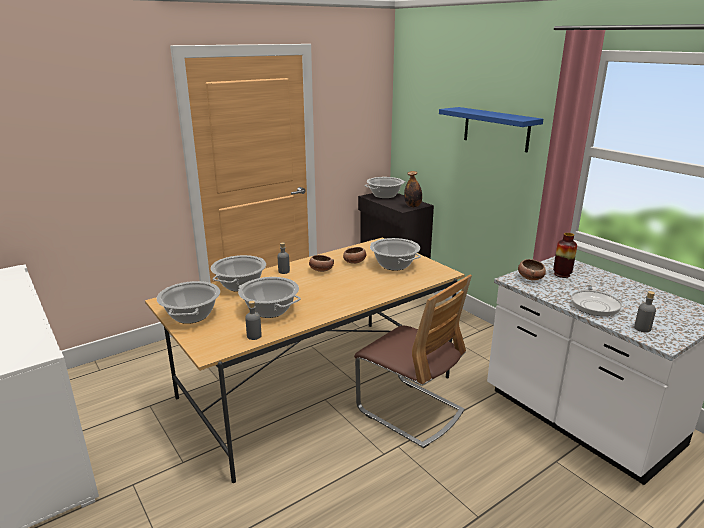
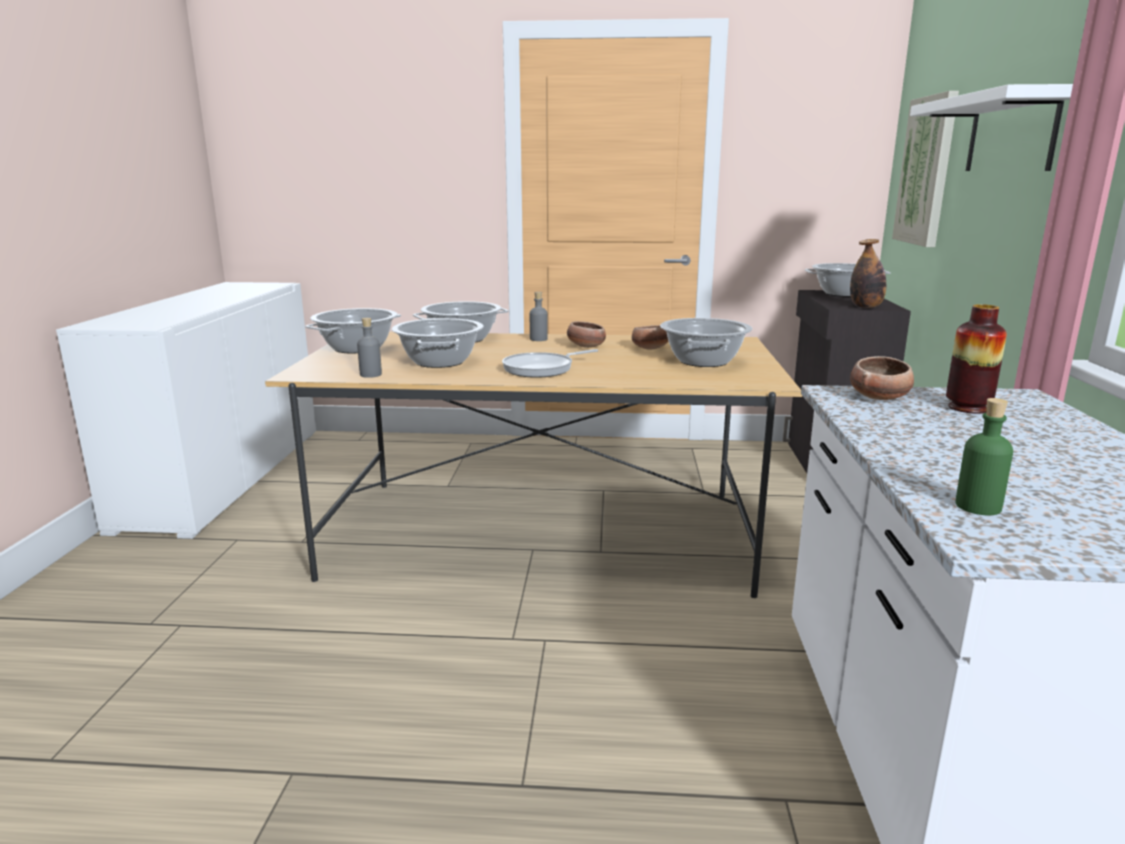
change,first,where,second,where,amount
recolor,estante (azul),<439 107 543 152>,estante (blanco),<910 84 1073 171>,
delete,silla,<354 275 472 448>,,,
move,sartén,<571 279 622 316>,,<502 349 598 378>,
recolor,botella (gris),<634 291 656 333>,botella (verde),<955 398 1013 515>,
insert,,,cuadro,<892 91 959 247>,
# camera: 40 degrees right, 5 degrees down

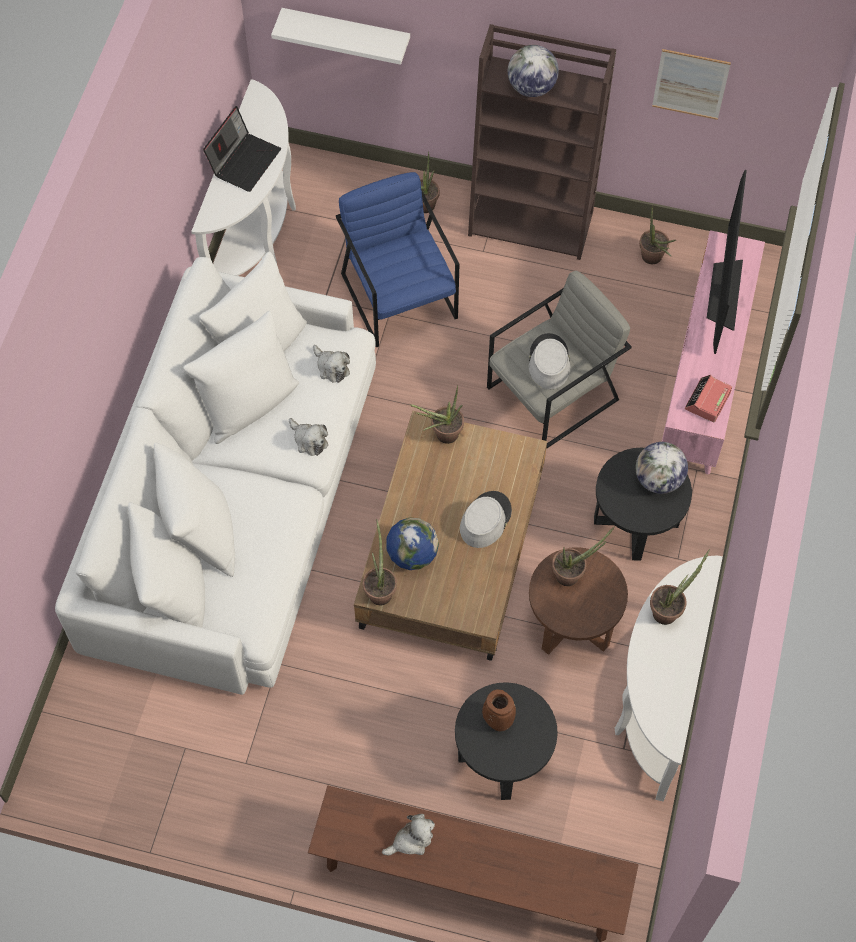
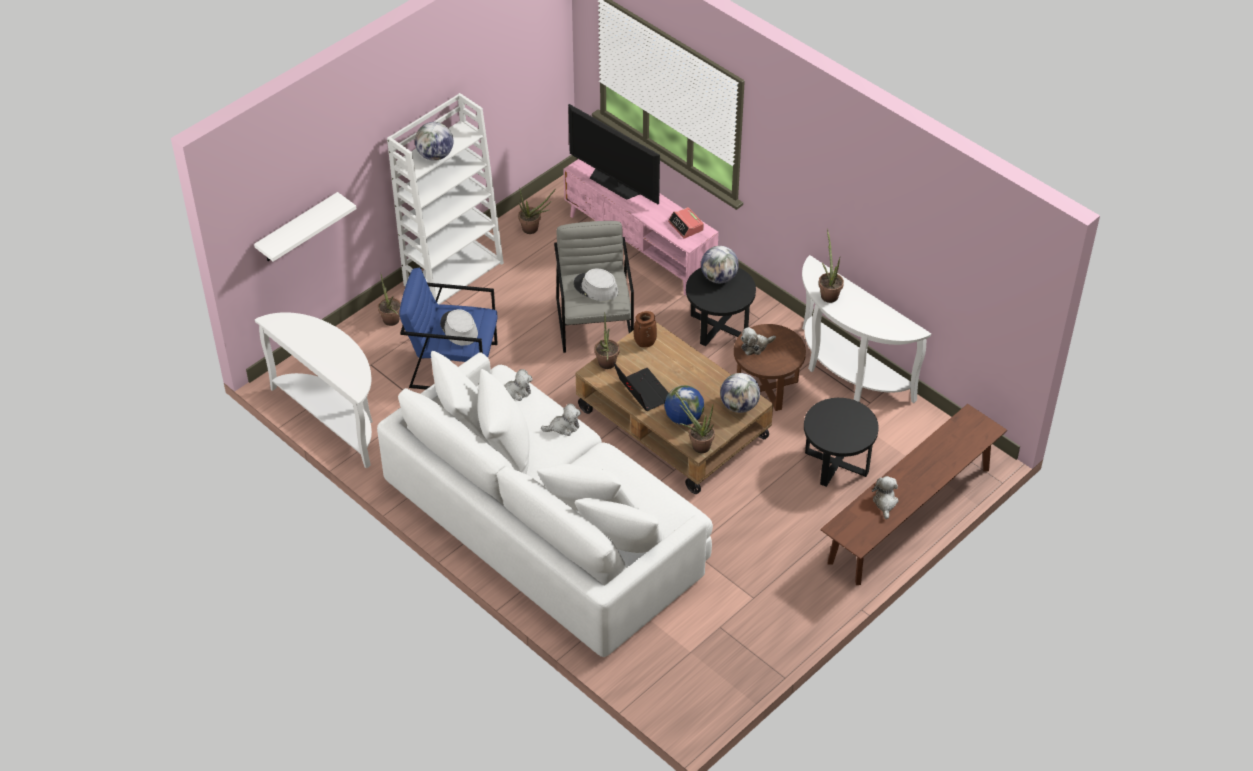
change,first,where,second,where,amount
recolor,estantería (marrón),<468 24 616 260>,estantería (blanco),<387 93 504 304>,
delete,cuadro,<652 49 731 120>,,,
move,portátil,<203 106 281 192>,,<613 362 669 411>,
move,sombrero (gris),<460 491 512 548>,,<440 309 478 346>,
replace,planta en maceta,<552 526 615 586>,peluche,<741 327 776 355>,
move,florero (marrón),<482 689 516 731>,,<634 311 657 347>,
insert,,,globo terráqueo,<720 373 760 413>,
# camera: 60 degrees left, 15 degrees down

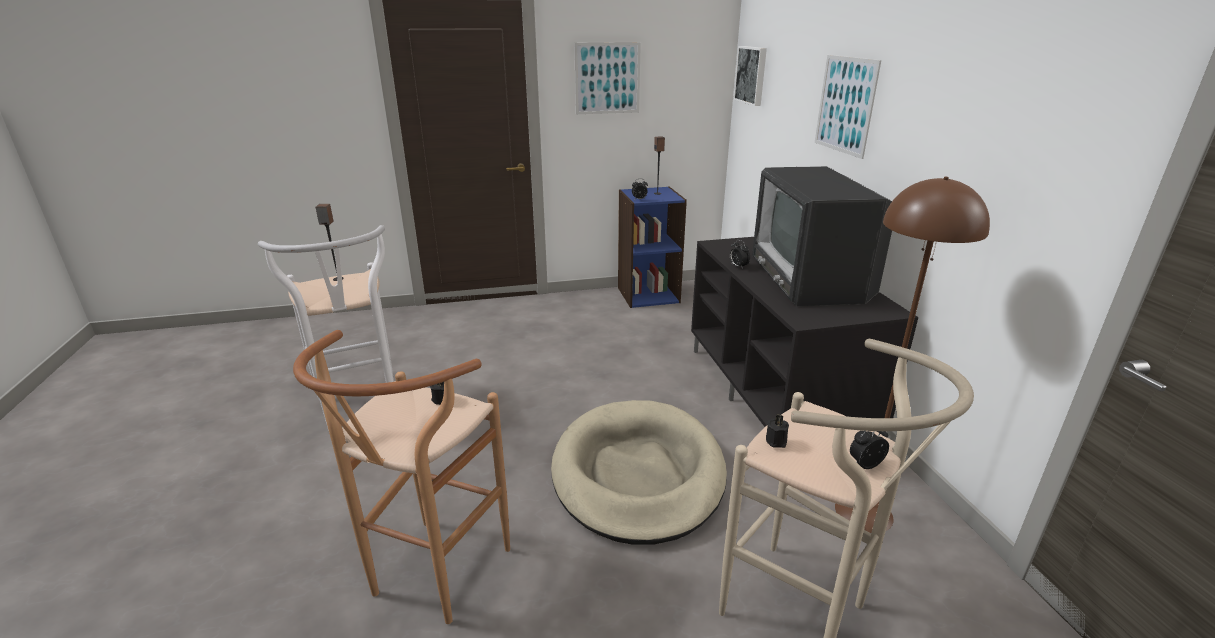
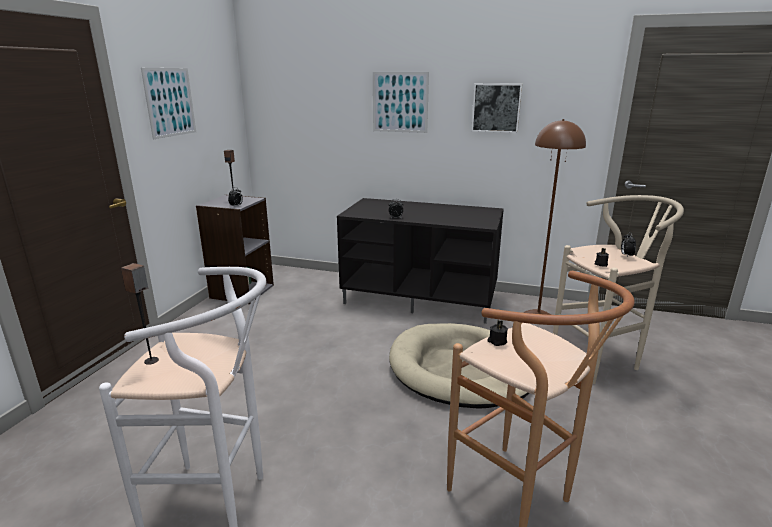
change,first,where,second,where,amount
move,cuadro,<734 46 767 106>,,<471 83 523 133>,
delete,televisor,<752 166 892 307>,,,
recolor,estantería (azul),<618 187 687 308>,estantería (gris),<196 195 274 304>,
# camera: 60 degrees left, 5 degrees down

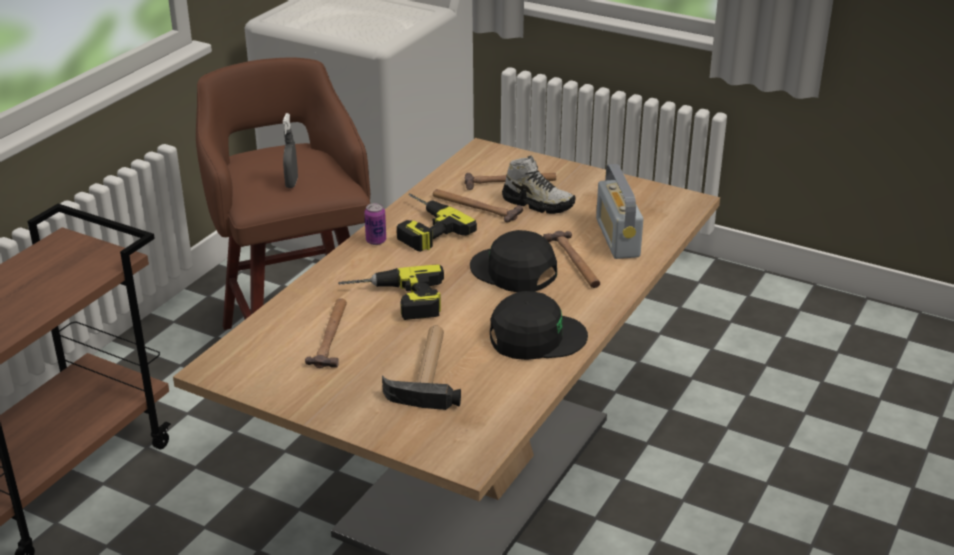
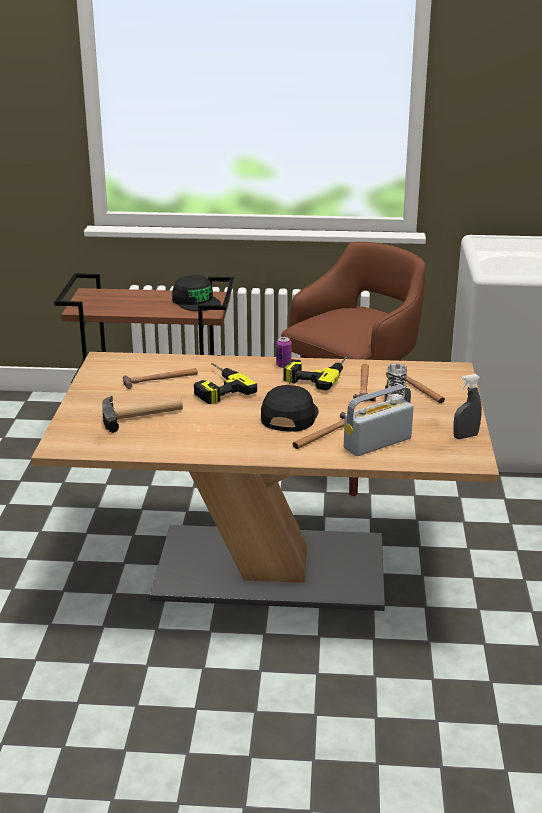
change,first,where,second,where,amount
move,pulverizador (gris),<283 113 298 188>,,<453 374 482 439>,
move,gorra (negro),<490 291 588 360>,,<172 275 221 311>,
# camera: 65 degrees right, 5 degrees down

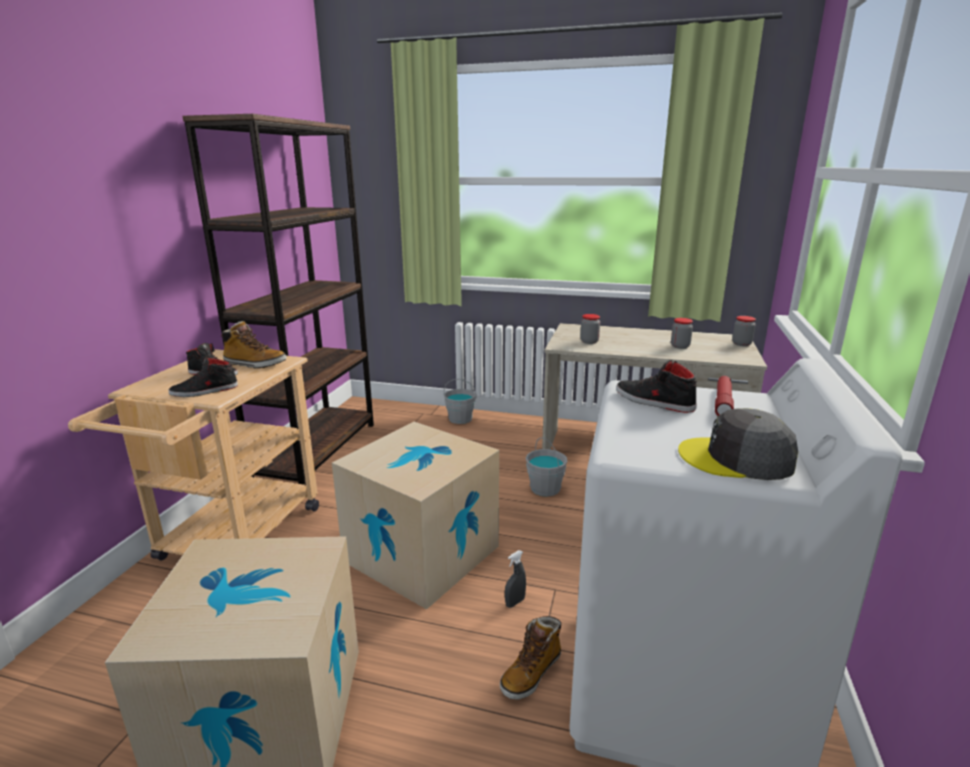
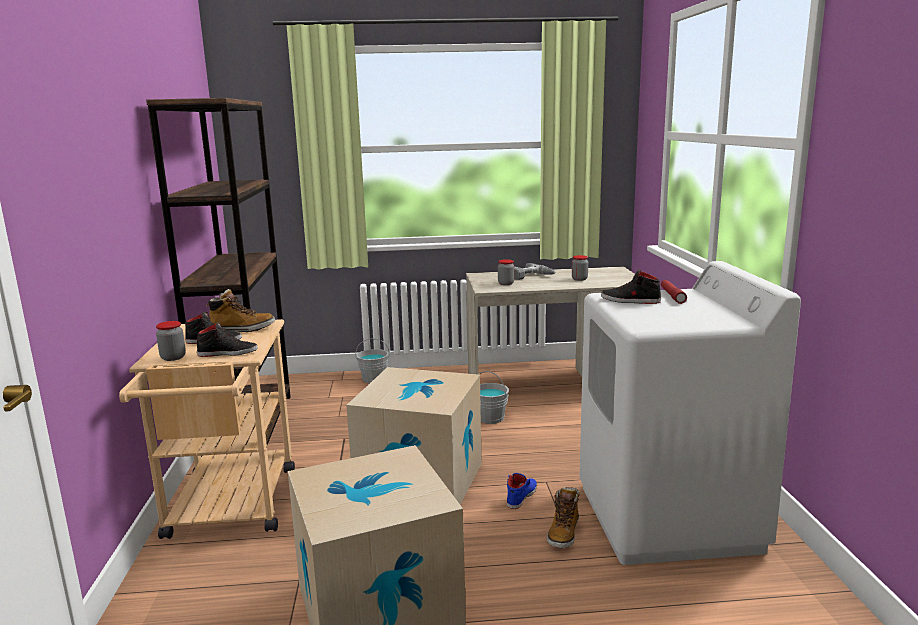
change,first,where,second,where,amount
move,tarro,<732 316 756 346>,,<156 321 186 361>,
rotate,zapato (negro),<169 357 238 397>,,<197 322 258 357>,135 degrees counterclockwise
delete,gorra (gris),<678 408 798 480>,,,
replace,pulverizador (gris),<505 550 526 608>,zapato (azul),<507 473 537 509>,
insert,,,taladro,<514 263 555 280>,
# camera: 20 degrees left, 5 degrees down

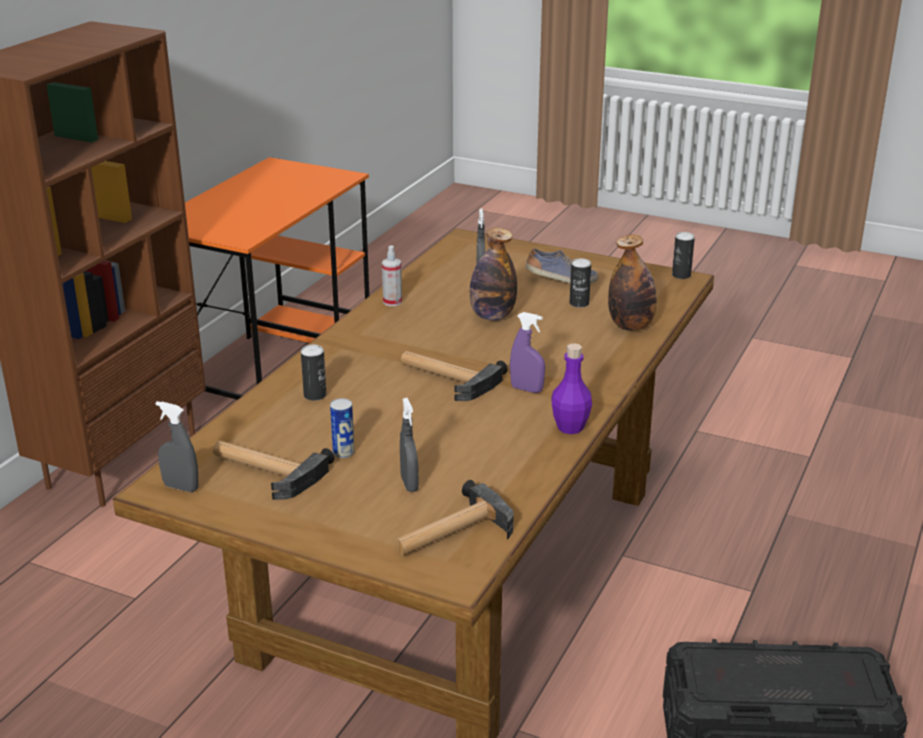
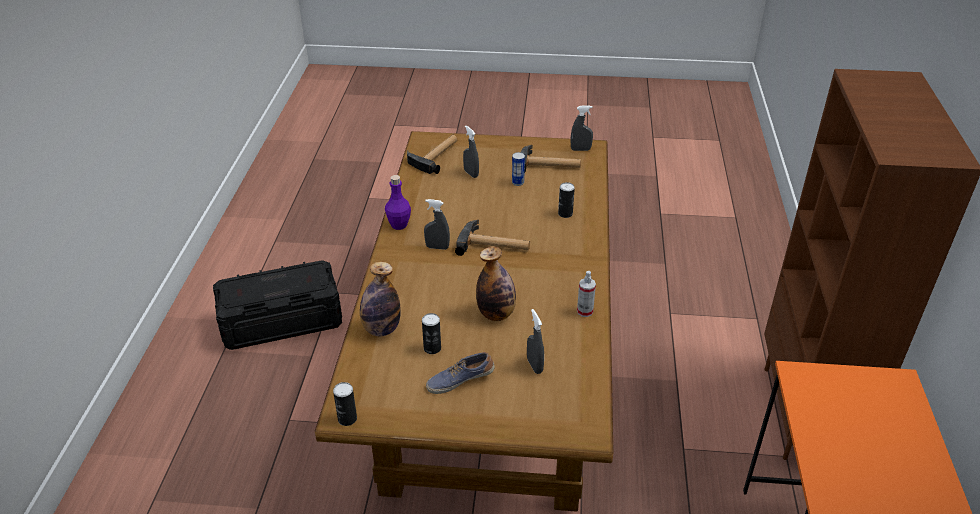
change,first,where,second,where,amount
recolor,pulverizador (morado),<510 312 545 393>,pulverizador (gris),<424 199 450 250>,
# camera: 160 degrees right, 10 degrees up

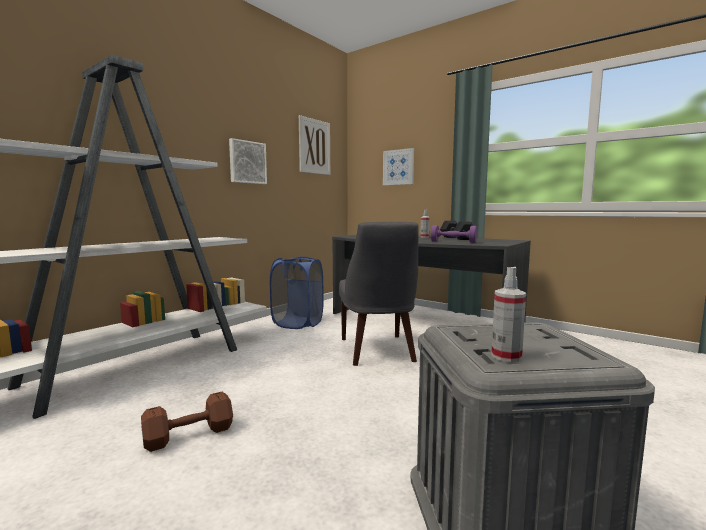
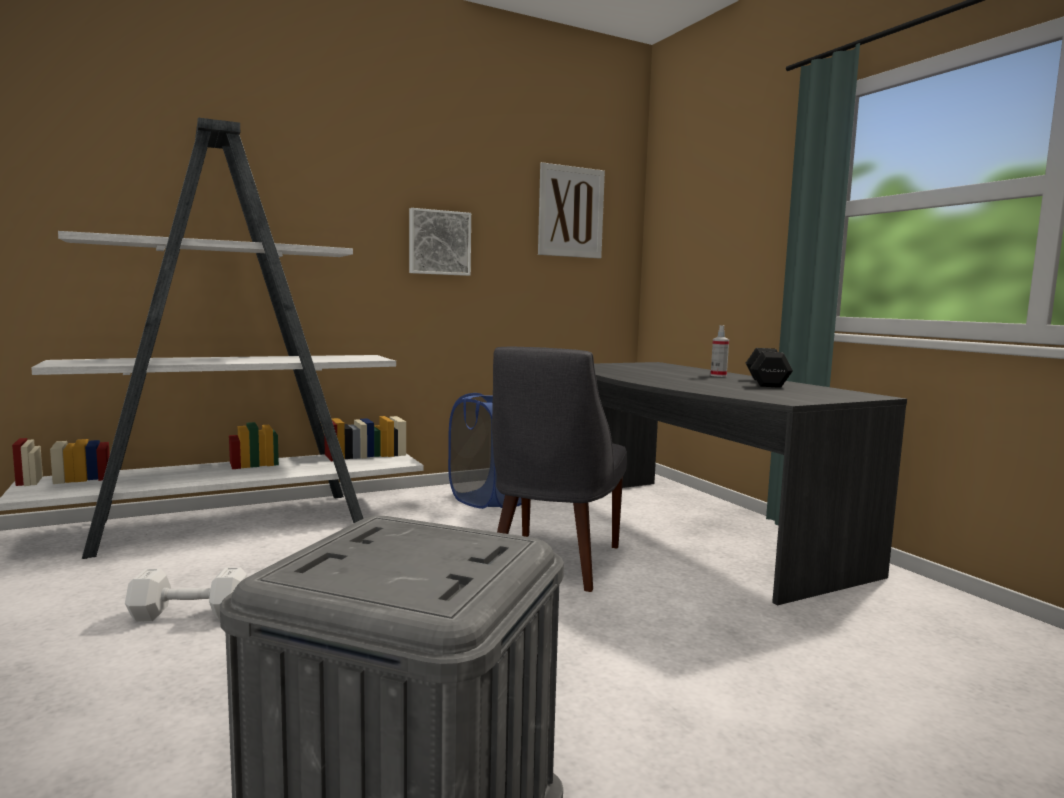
change,first,where,second,where,amount
delete,cuadro,<383 148 414 185>,,,
delete,mancuerna (morado),<431 225 477 243>,,,
delete,pulverizador,<491 267 526 362>,,,
recolor,mancuerna (marrón),<141 392 233 452>,mancuerna (blanco),<125 567 247 622>,
# camera: 25 degrees right, 0 degrees up

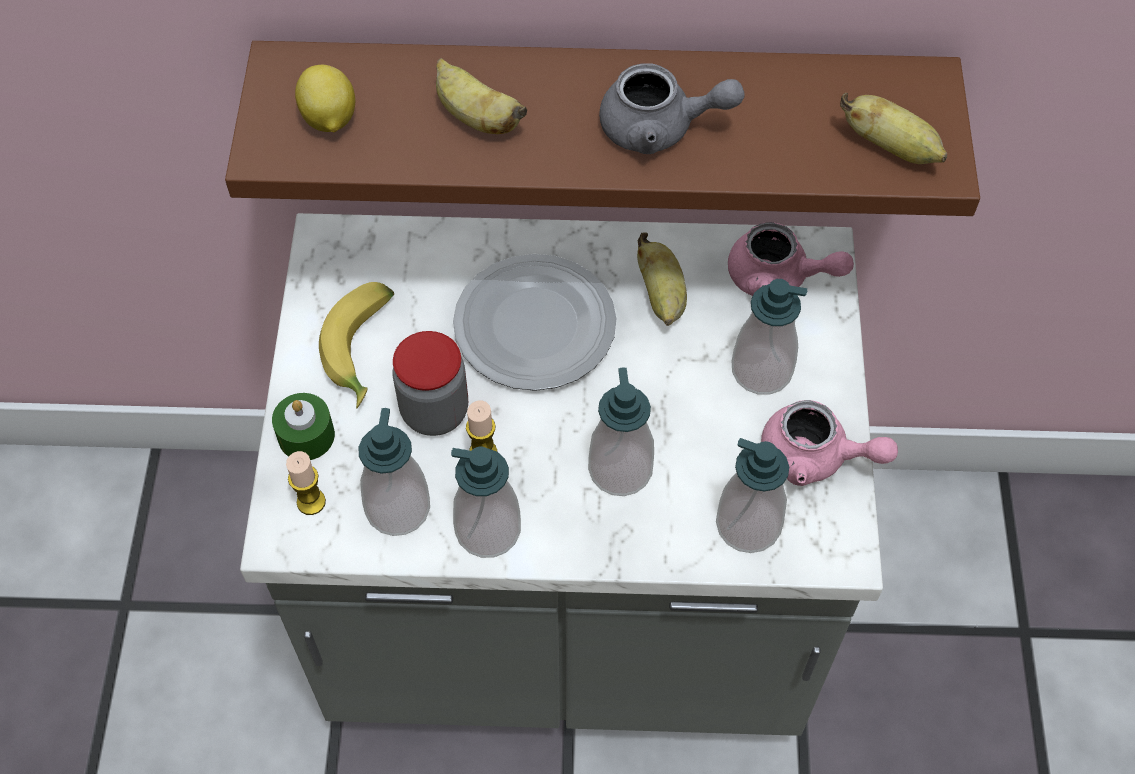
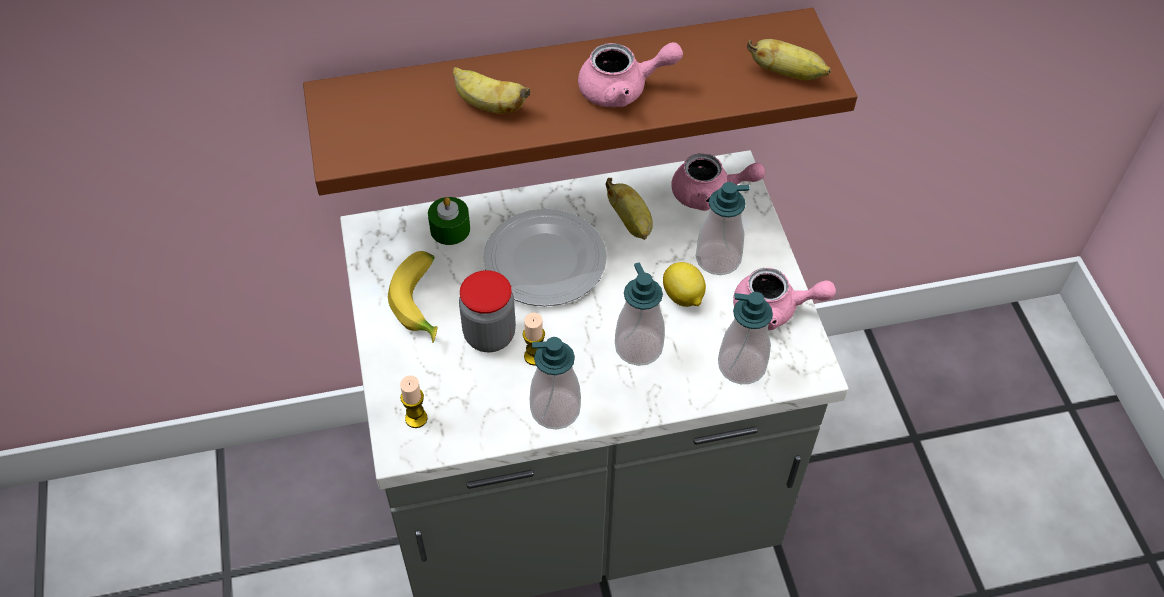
change,first,where,second,where,amount
recolor,tetera (gris),<599 63 744 154>,tetera (rosa),<578 42 683 107>,
move,limón,<295 65 355 132>,,<663 262 706 307>,
move,vela (verde),<272 393 335 460>,,<428 197 470 245>,
delete,dispensador de jabón,<358 408 430 536>,,,
# camera: 15 degrees left, 5 degrees down

